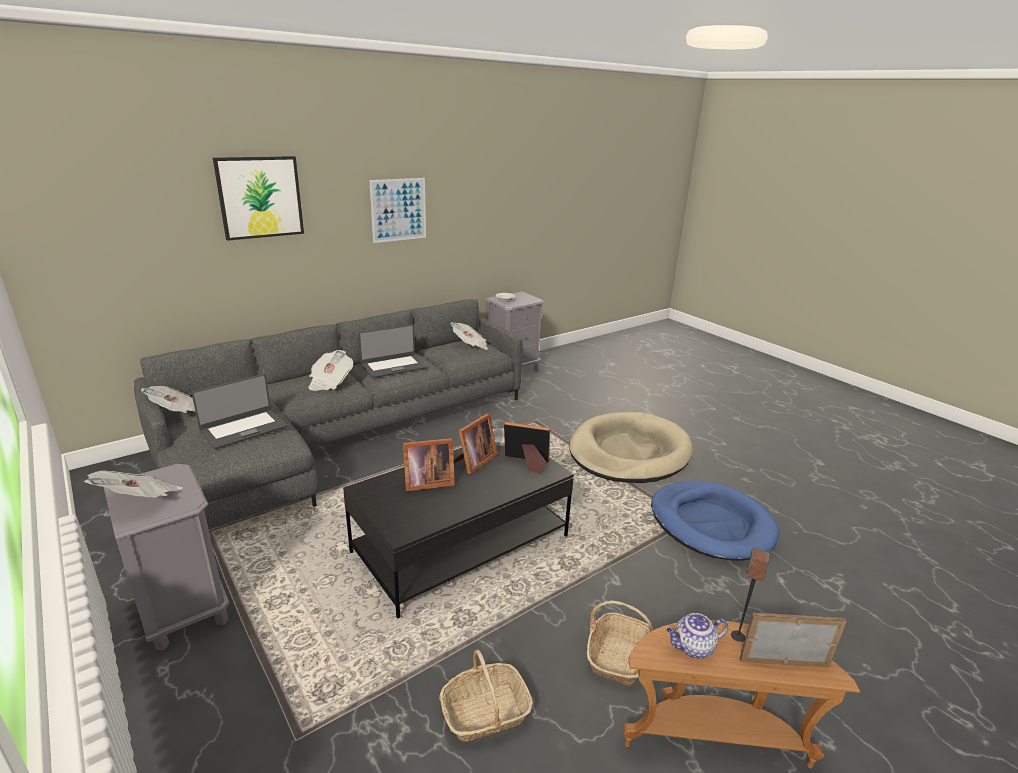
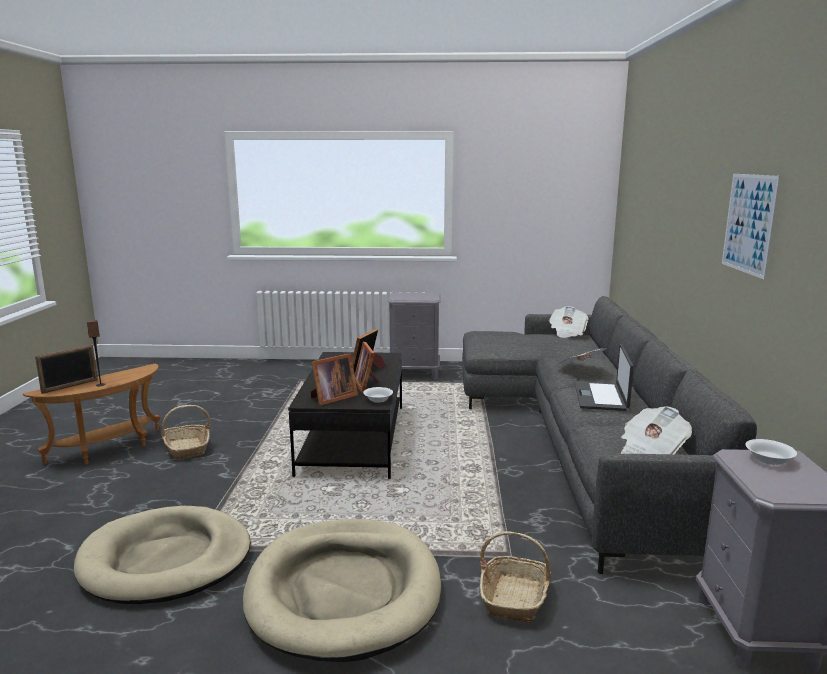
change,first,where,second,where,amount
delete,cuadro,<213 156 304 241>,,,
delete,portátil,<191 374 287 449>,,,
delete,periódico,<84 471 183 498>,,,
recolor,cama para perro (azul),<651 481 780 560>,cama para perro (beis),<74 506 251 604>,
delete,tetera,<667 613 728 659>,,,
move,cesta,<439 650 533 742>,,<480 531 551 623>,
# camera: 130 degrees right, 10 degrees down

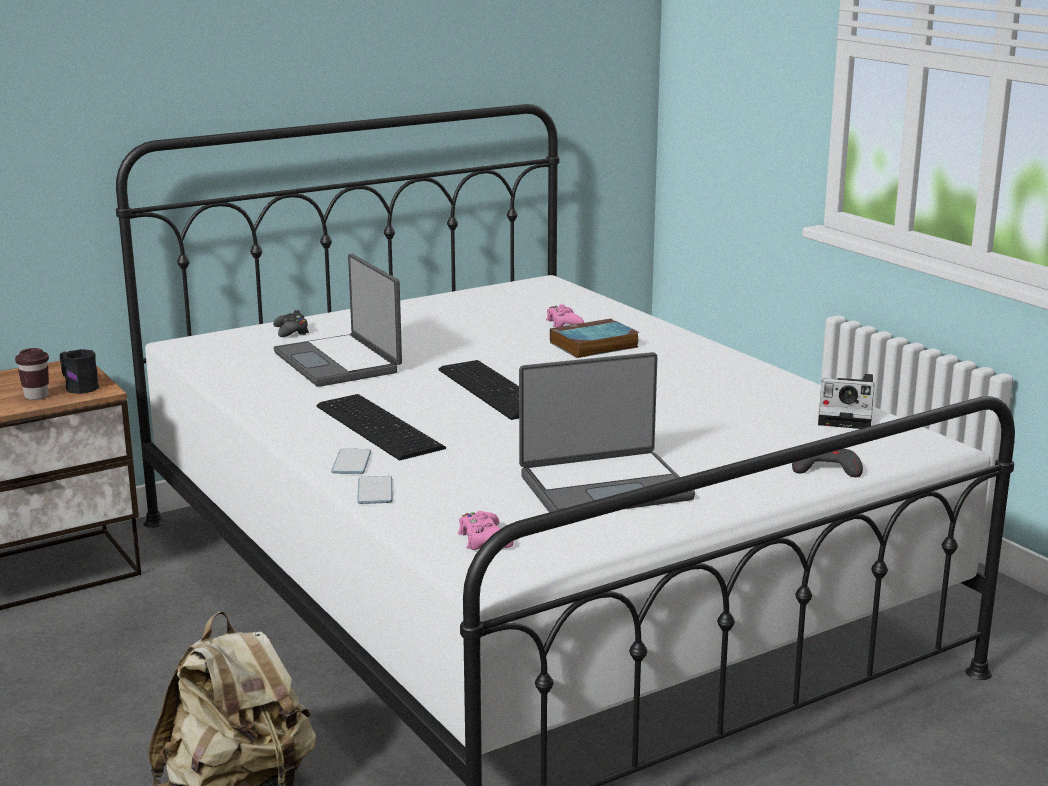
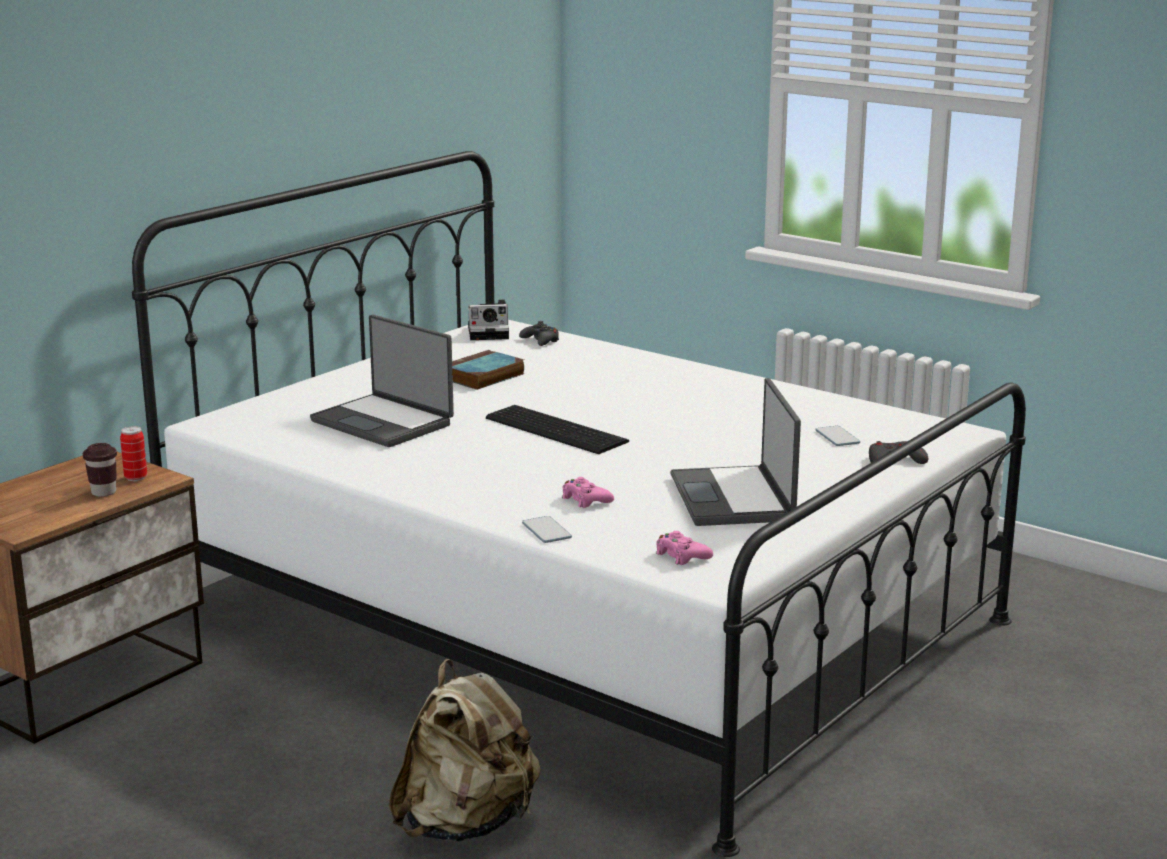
change,first,where,second,where,amount
move,mando de consola (rosa),<546 304 584 327>,,<562 477 614 508>,
move,mando de consola (negro),<273 310 309 337>,,<519 321 559 346>,
move,libro,<550 318 640 358>,,<452 350 525 390>,
replace,taza grande (negro),<60 349 99 394>,lata,<120 426 147 481>,
rotate,portátil,<519 352 695 512>,,<670 378 801 526>,120 degrees clockwise
move,cámara,<818 374 875 429>,,<468 299 509 340>,
delete,teclado,<317 394 446 461>,,,
move,móvil,<331 449 371 474>,,<815 426 860 446>,
# camera: 20 degrees left, 0 degrees up

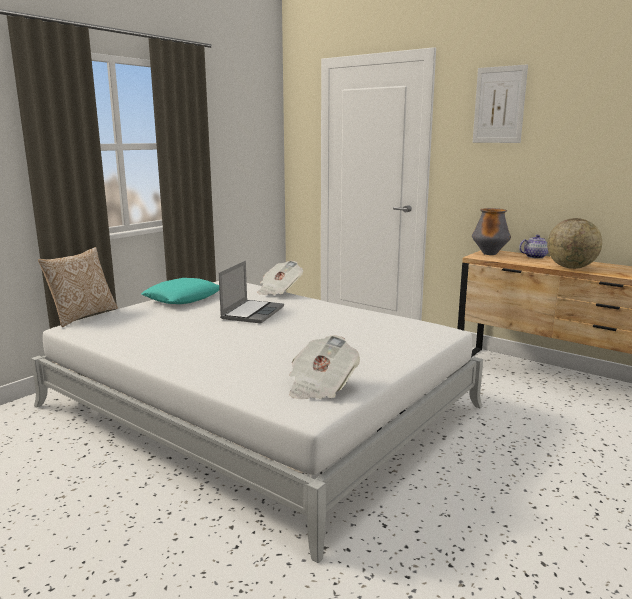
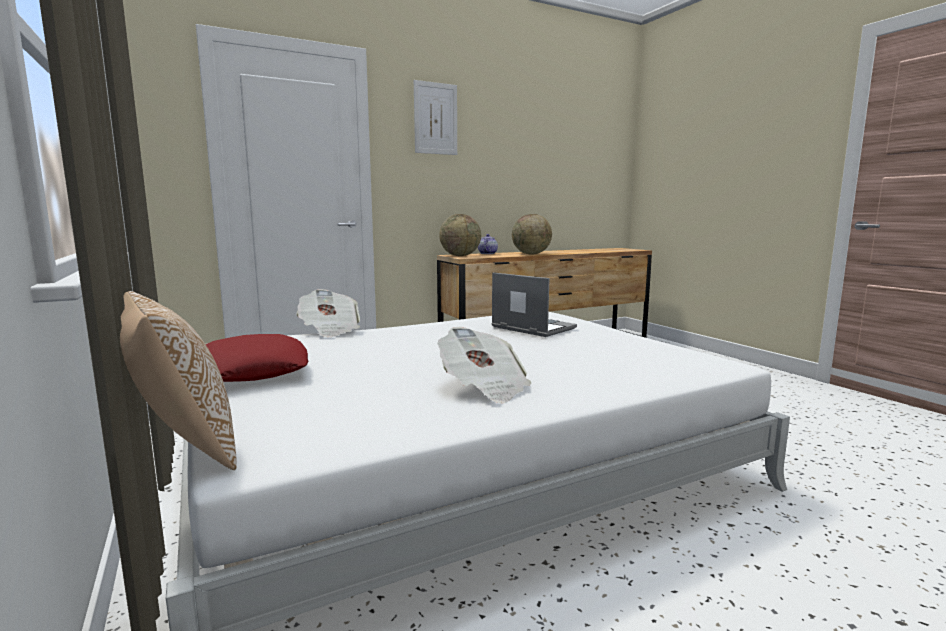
change,first,where,second,where,amount
replace,florero,<472 208 511 255>,globo terráqueo,<439 214 481 256>,
move,portátil,<219 260 284 323>,,<491 272 577 337>,
recolor,cojín (turquesa),<141 278 219 304>,cojín (rojo),<206 334 308 382>,
move,periódico,<289 335 360 399>,,<437 327 531 404>,
# camera: 65 degrees left, 5 degrees down

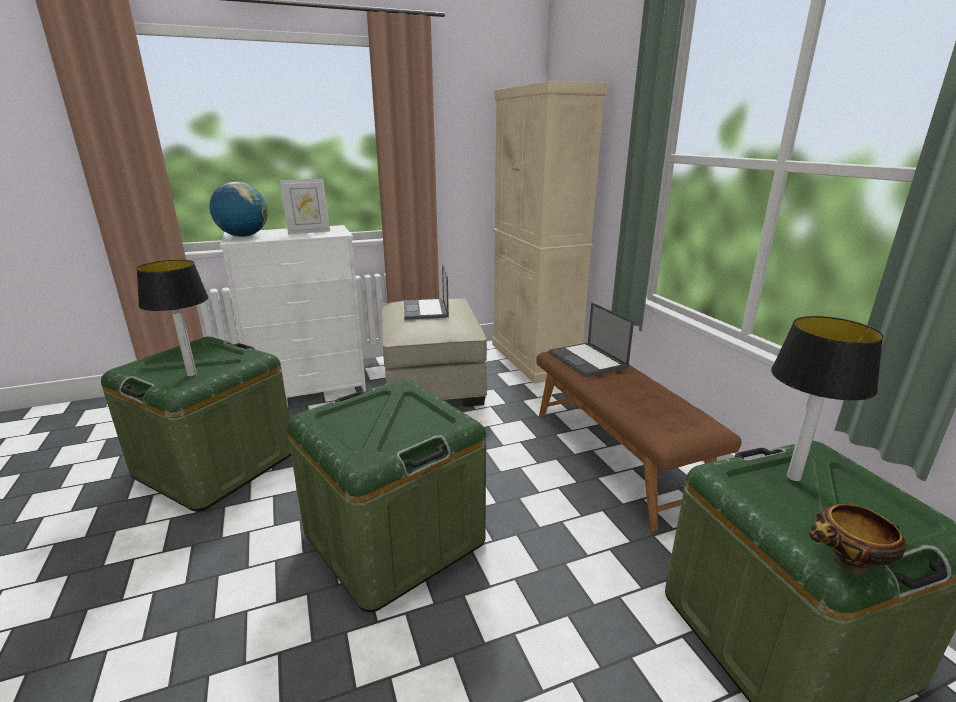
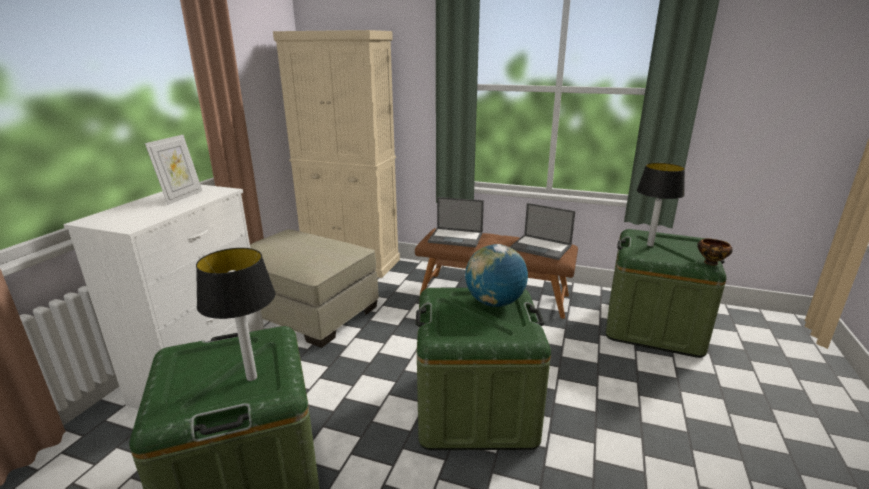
change,first,where,second,where,amount
move,globo terráqueo,<210 182 268 237>,,<465 244 528 307>,
move,portátil,<404 264 449 320>,,<510 203 575 260>,
# camera: 50 degrees left, 0 degrees up

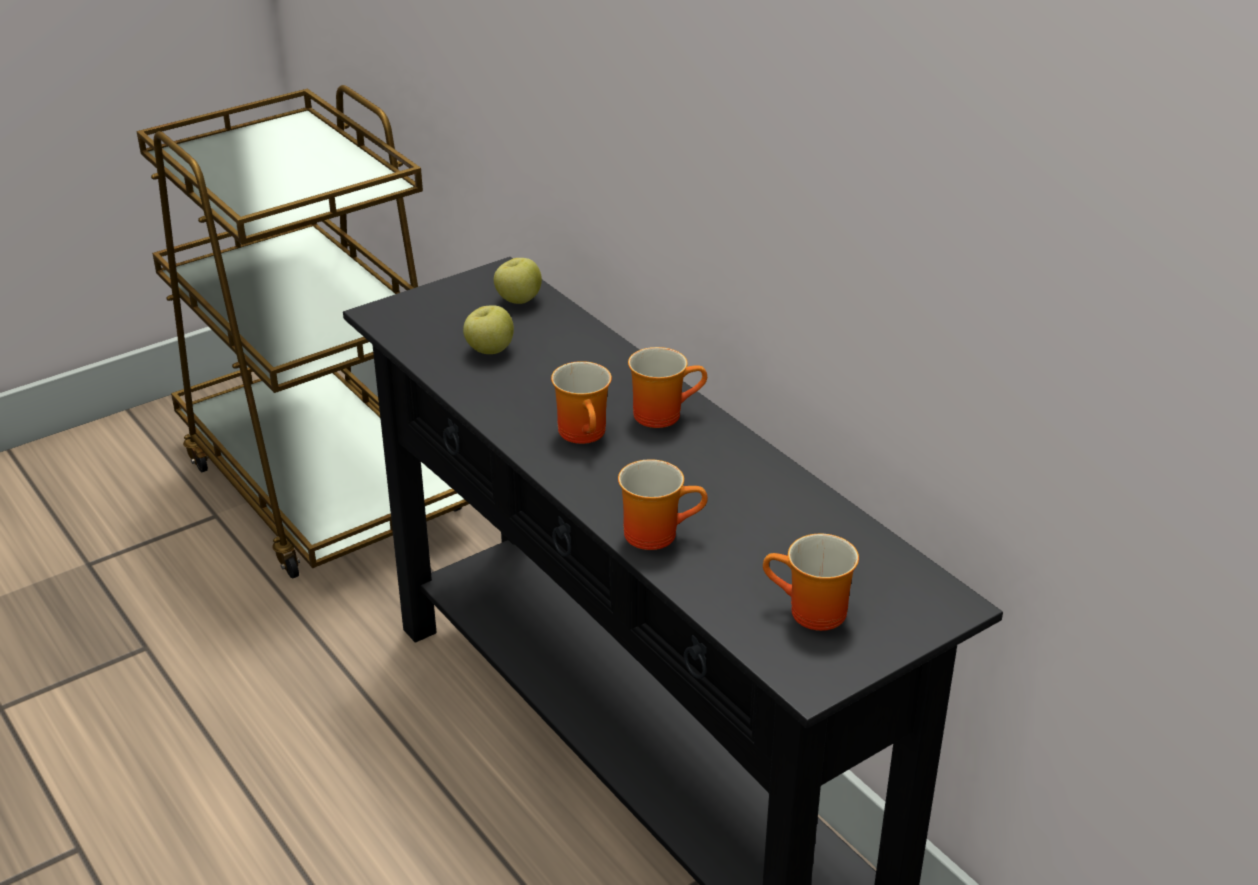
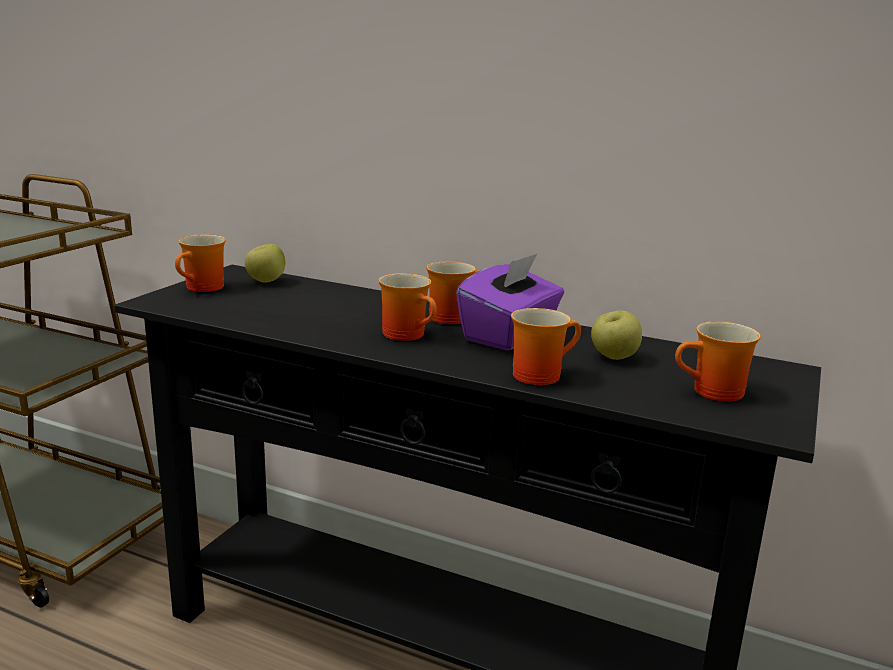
change,first,where,second,where,amount
move,manzana,<463 306 514 354>,,<591 311 642 360>,
insert,,,taza grande,<175 234 226 292>,
insert,,,caja de pañuelos (morado),<456 253 564 351>,
# camera: 30 degrees left, 15 degrees down

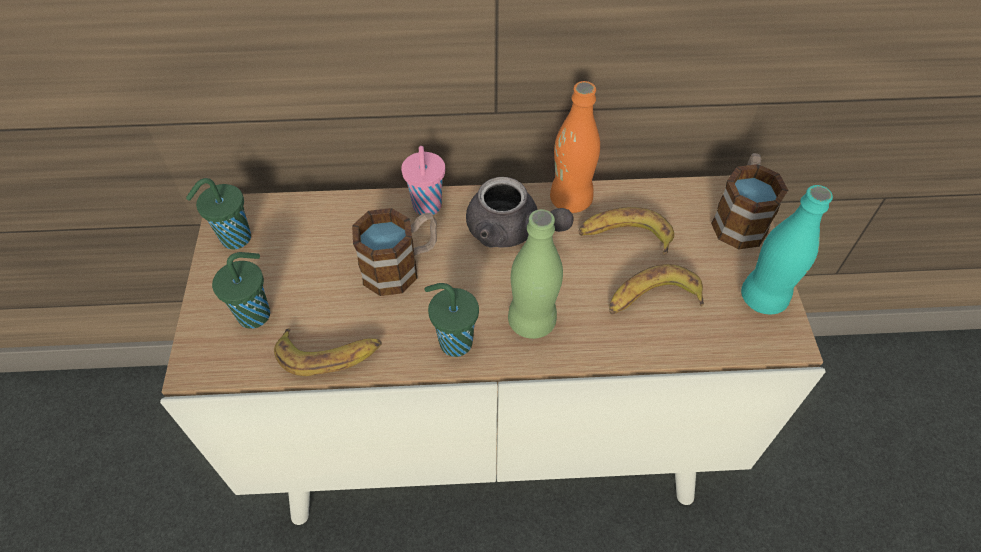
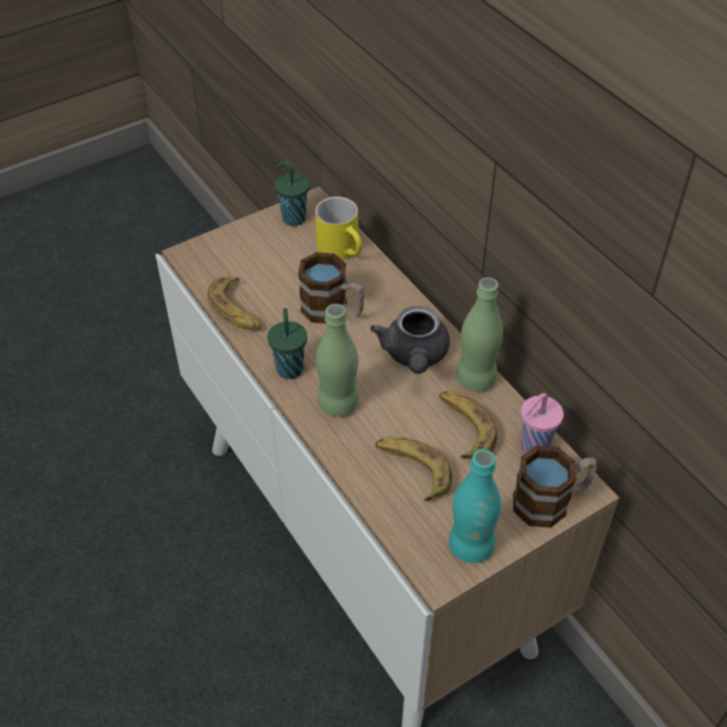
change,first,where,second,where,amount
recolor,botella (naranja),<550 81 600 213>,botella (verde),<456 277 503 391>,
move,taza (rosa),<401 146 445 215>,,<521 393 564 453>,
delete,taza (verde),<212 252 270 329>,,,
insert,,,taza grande (amarillo),<315 197 362 260>,
# camera: 60 degrees right, 5 degrees down

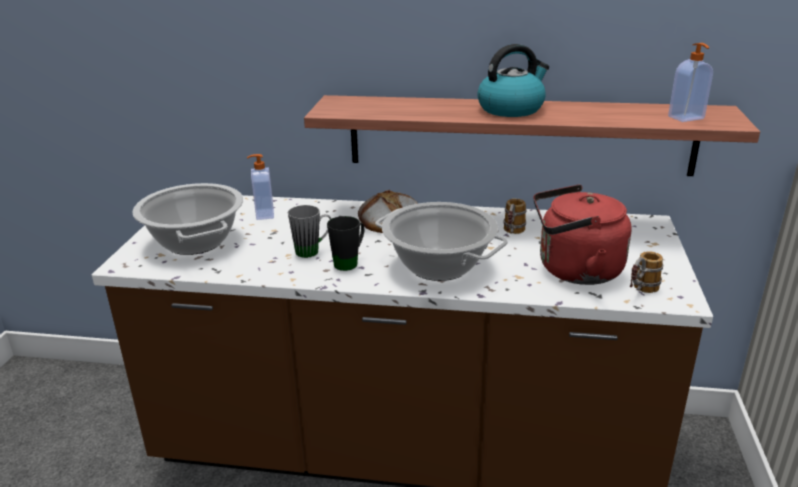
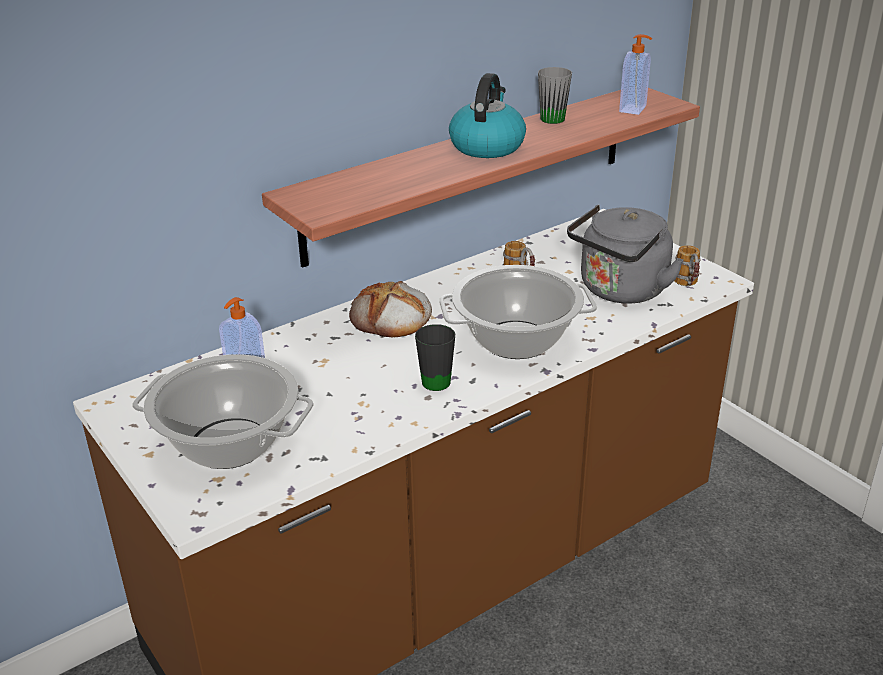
change,first,where,second,where,amount
recolor,hervidor (rojo),<533 185 632 285>,hervidor (gris),<567 205 684 304>,
move,taza grande (gris),<288 205 331 258>,,<538 67 572 124>,
# camera: 45 degrees left, 5 degrees up

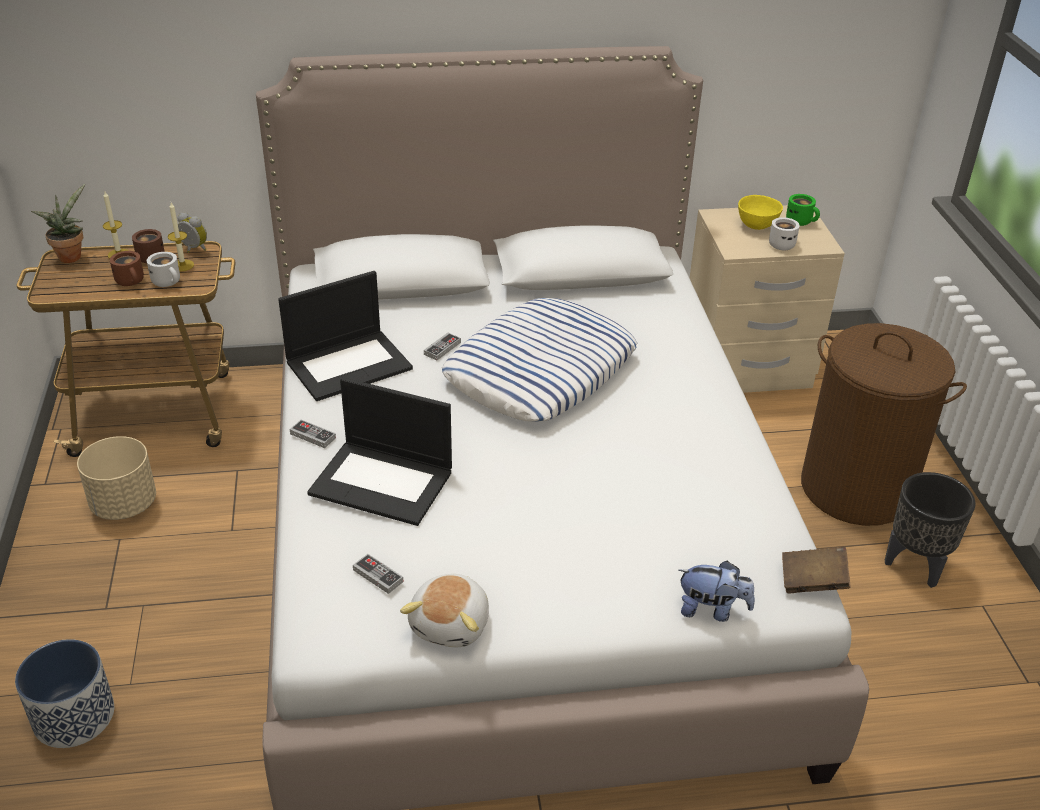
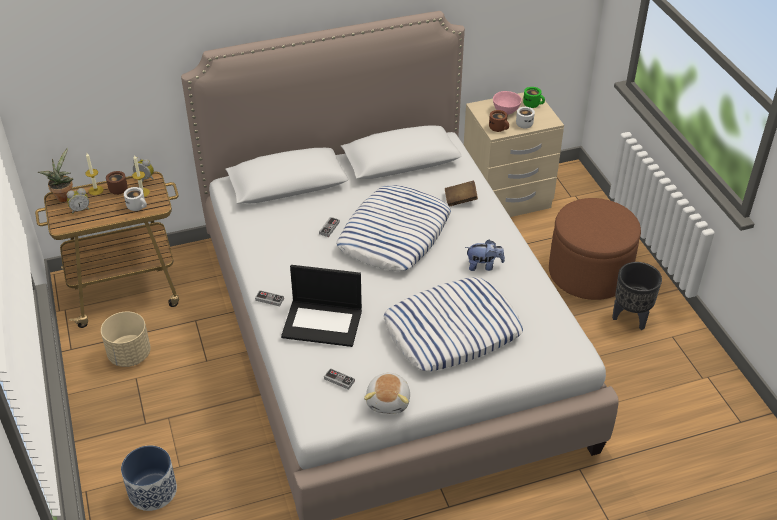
change,first,where,second,where,amount
recolor,cuenco (amarillo),<738 195 783 230>,cuenco (rosa),<493 91 522 115>,
move,taza grande (marrón),<110 251 144 286>,,<489 110 509 132>,
delete,portátil,<278 271 413 401>,,,
replace,cesto de la ropa (marrón),<801 323 967 526>,puf (marrón),<549 198 641 300>,
move,libro (marrón),<782 546 851 593>,,<445 180 478 207>,
move,peluche,<679 560 755 622>,,<465 240 505 271>,
insert,,,despertador,<67 188 90 214>,
insert,,,cojín,<384 277 523 371>,
# camera: 10 degrees left, 5 degrees up

